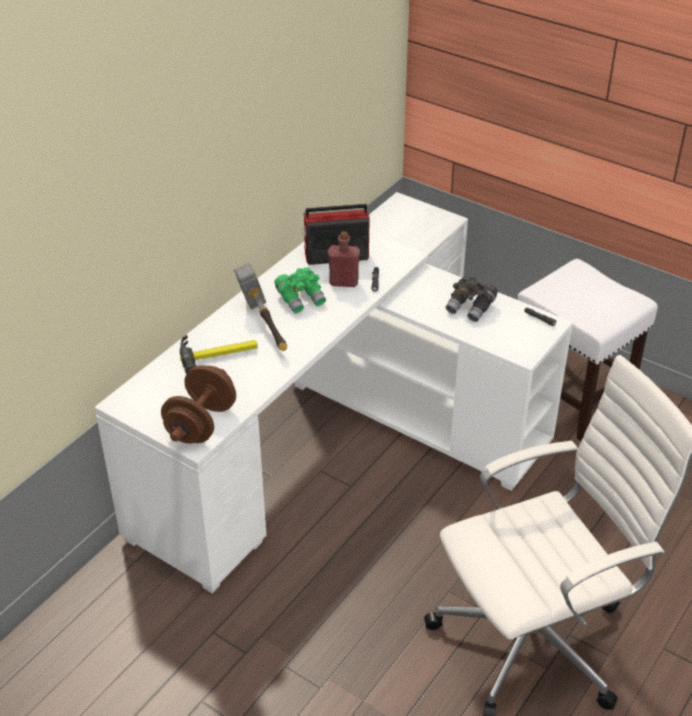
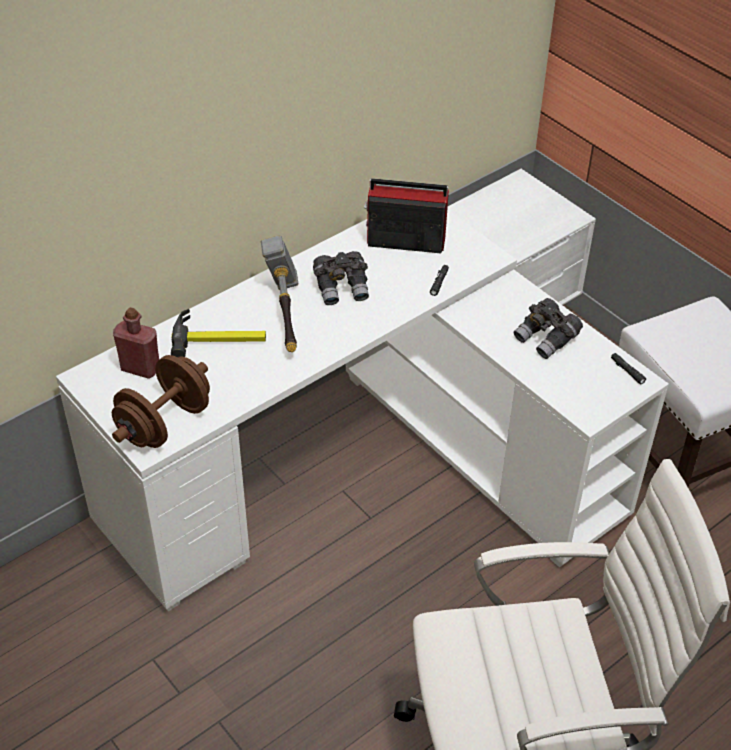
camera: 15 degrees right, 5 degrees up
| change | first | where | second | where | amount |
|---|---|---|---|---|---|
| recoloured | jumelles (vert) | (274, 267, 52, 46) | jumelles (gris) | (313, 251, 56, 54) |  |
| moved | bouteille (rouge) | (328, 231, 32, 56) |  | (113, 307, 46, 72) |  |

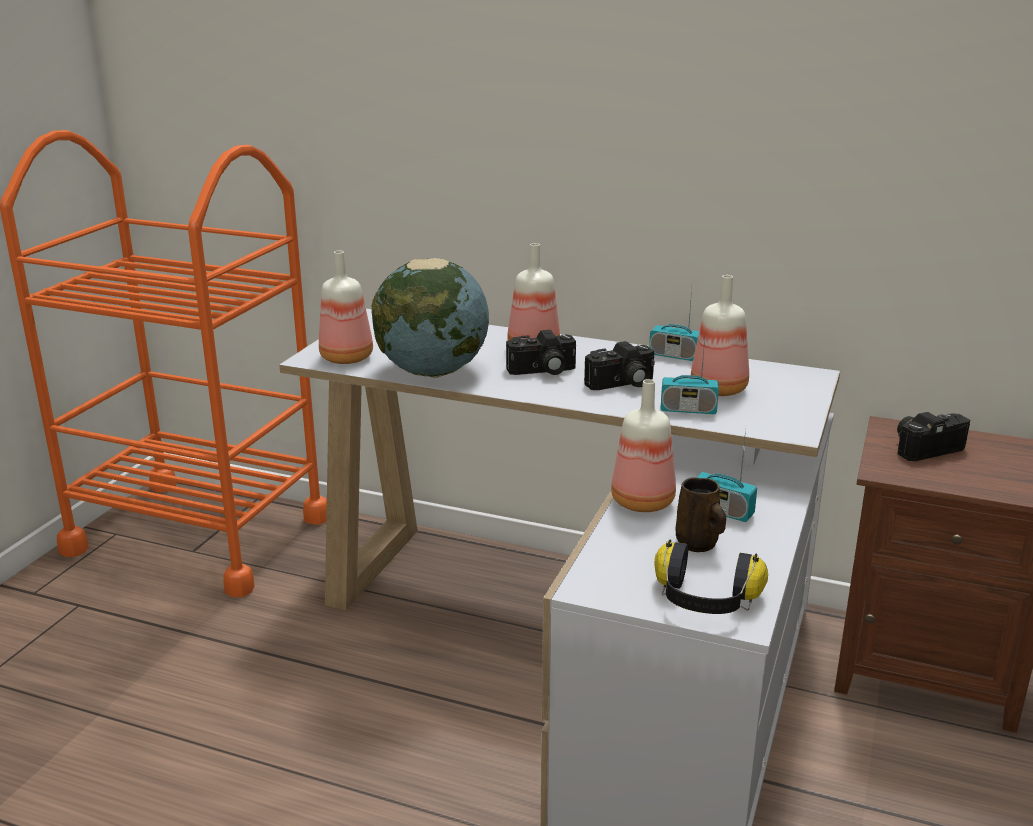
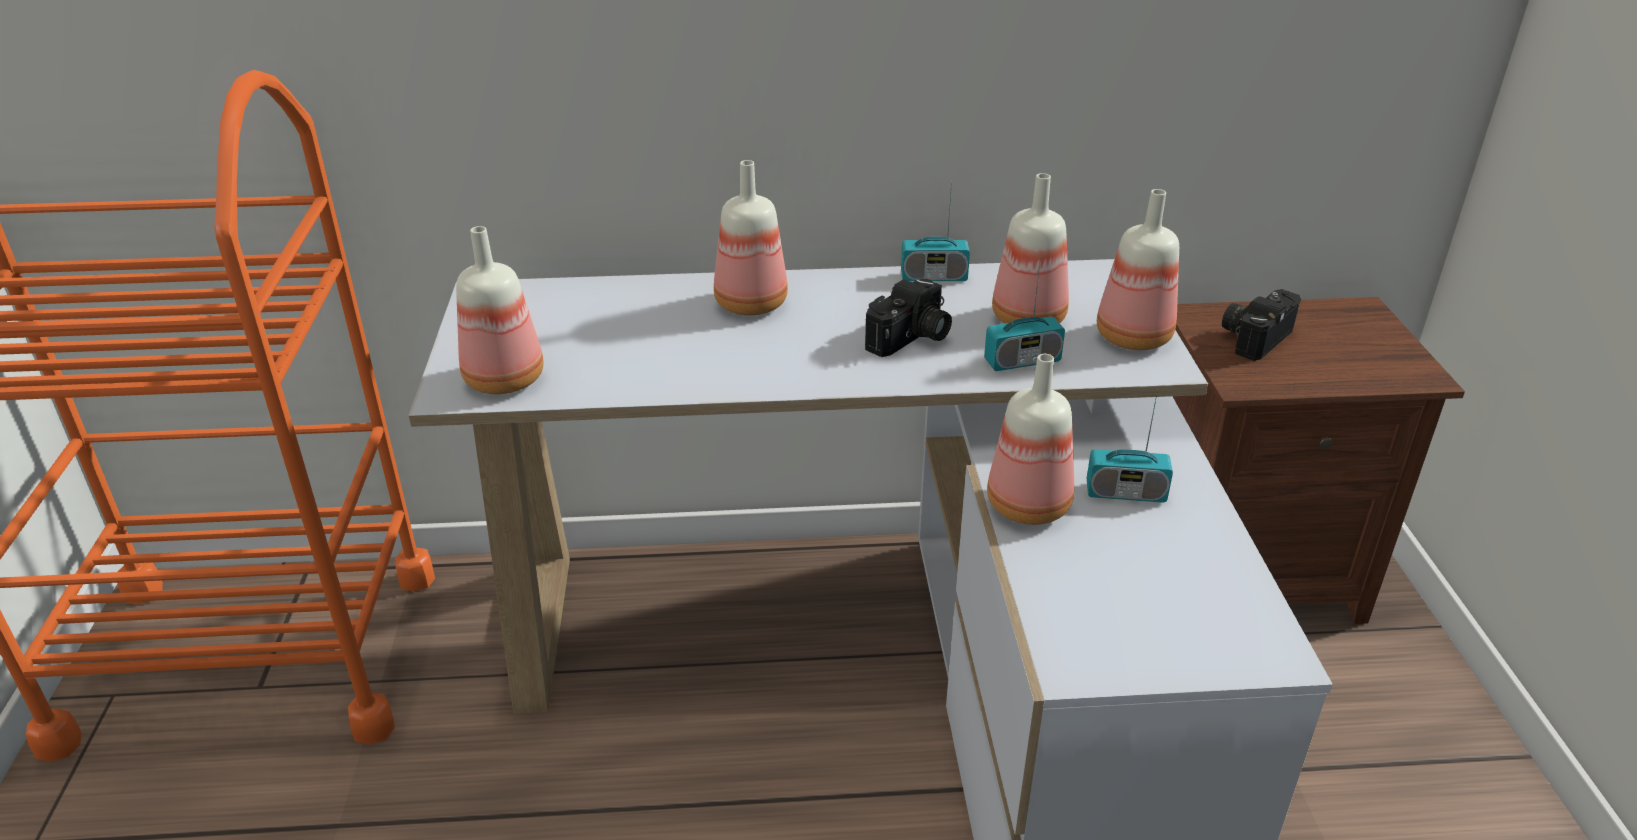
camera: 25 degrees left, 10 degrees up
| change | first | where | second | where | amount |
|---|---|---|---|---|---|
| removed | globe | (371, 258, 118, 120) |  |  |  |
| removed | appareil photo | (506, 330, 70, 45) |  |  |  |
| removed | casque audio | (654, 540, 114, 74) |  |  |  |
| removed | mug (marron) | (675, 477, 51, 75) |  |  |  |
| added |  |  | bouteille | (1097, 189, 82, 161) |  |

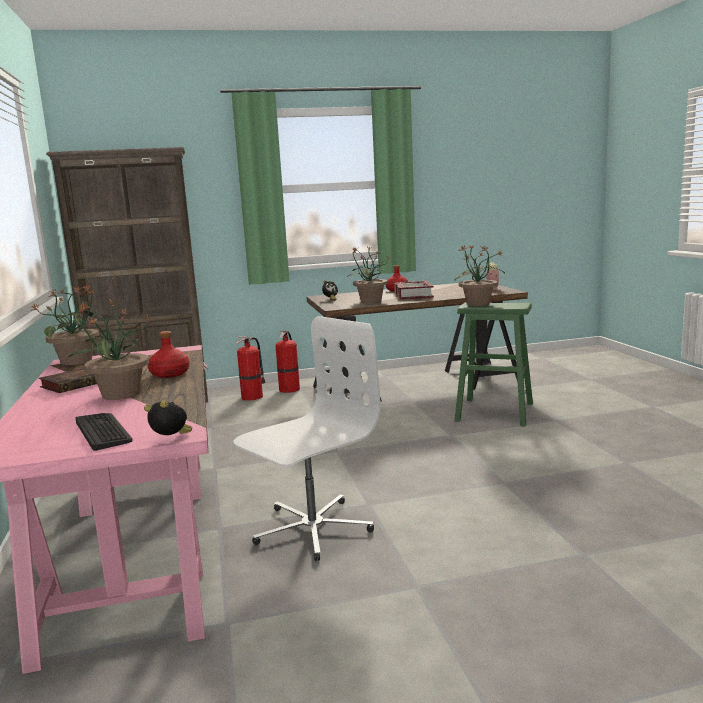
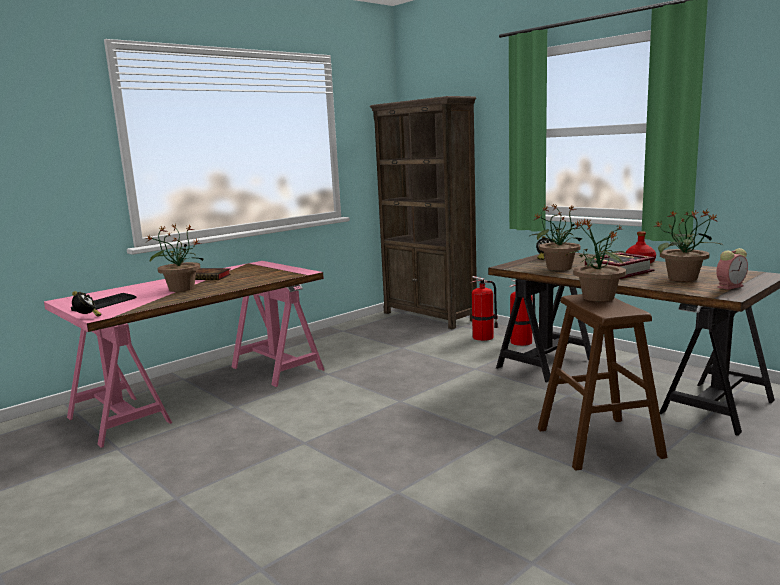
camera: 60 degrees right, 0 degrees up
| change | first | where | second | where | amount |
|---|---|---|---|---|---|
| moved | plante en pot | (30, 284, 82, 81) |  | (654, 210, 70, 71) |  |
| removed | bouteille (rouge) | (148, 331, 42, 47) |  |  |  |
| removed | chaise de bureau (blanc) | (233, 316, 148, 245) |  |  |  |
| recoloured | tabouret (vert) | (454, 302, 79, 125) | tabouret (marron) | (538, 294, 130, 177) |  |

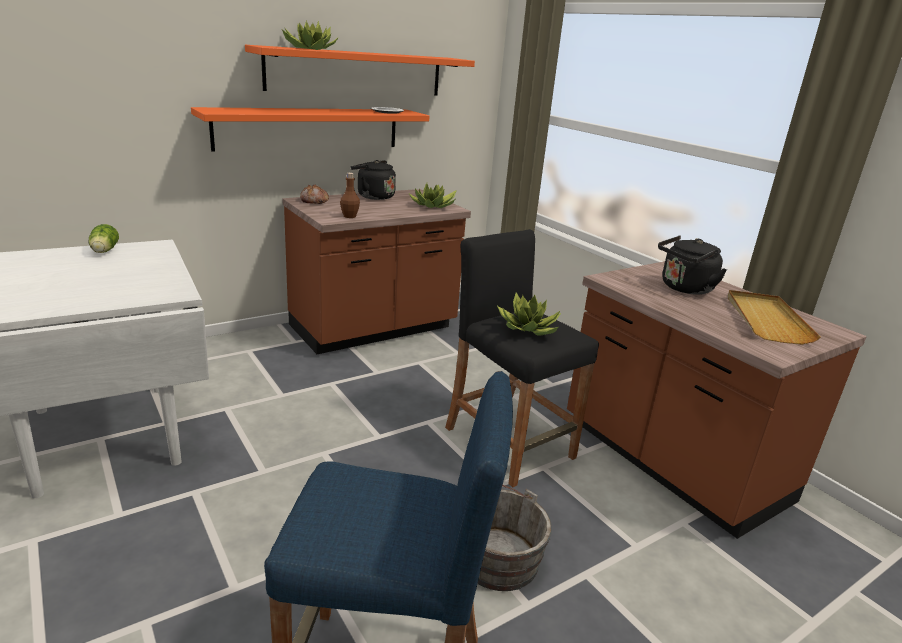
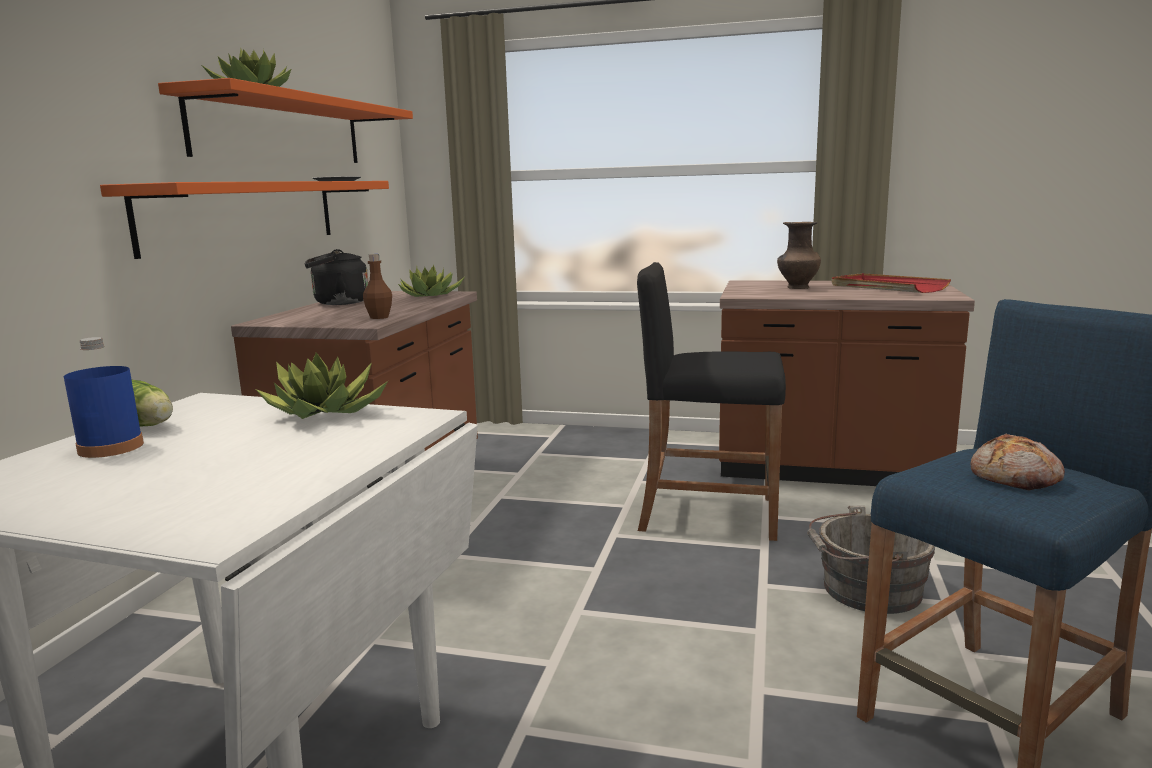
camera: 40 degrees left, 10 degrees down
| change | first | where | second | where | amount |
|---|---|---|---|---|---|
| moved | pain | (300, 185, 29, 19) |  | (970, 434, 95, 56) |  |
| moved | plante en pot | (497, 292, 64, 43) |  | (256, 352, 132, 67) |  |
| replaced | bouilloire (noir) | (658, 235, 69, 60) | vase (marron) | (777, 222, 44, 67) |  |
| recoloured | plateau (beige) | (728, 290, 93, 54) | plateau (rouge) | (831, 273, 120, 20) |  |
| added |  |  | bouteille (bleu) | (64, 337, 80, 121) |  |

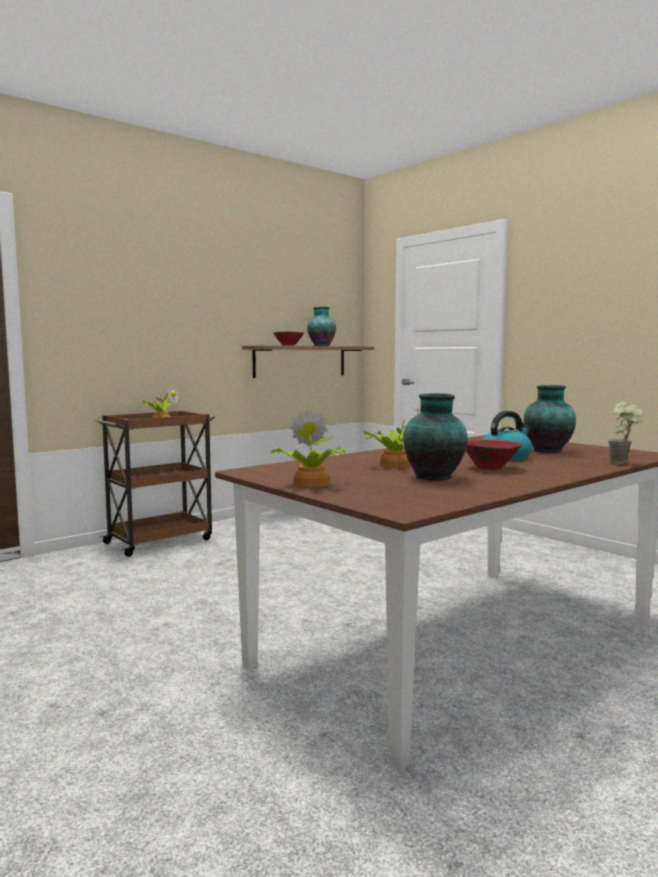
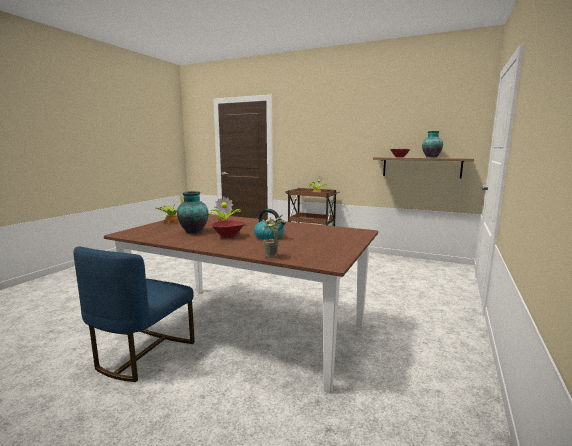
camera: 65 degrees right, 5 degrees up
| change | first | where | second | where | amount |
|---|---|---|---|---|---|
| removed | vase | (524, 385, 52, 68) |  |  |  |
| added |  |  | chaise (bleu) | (73, 246, 122, 136) |  |

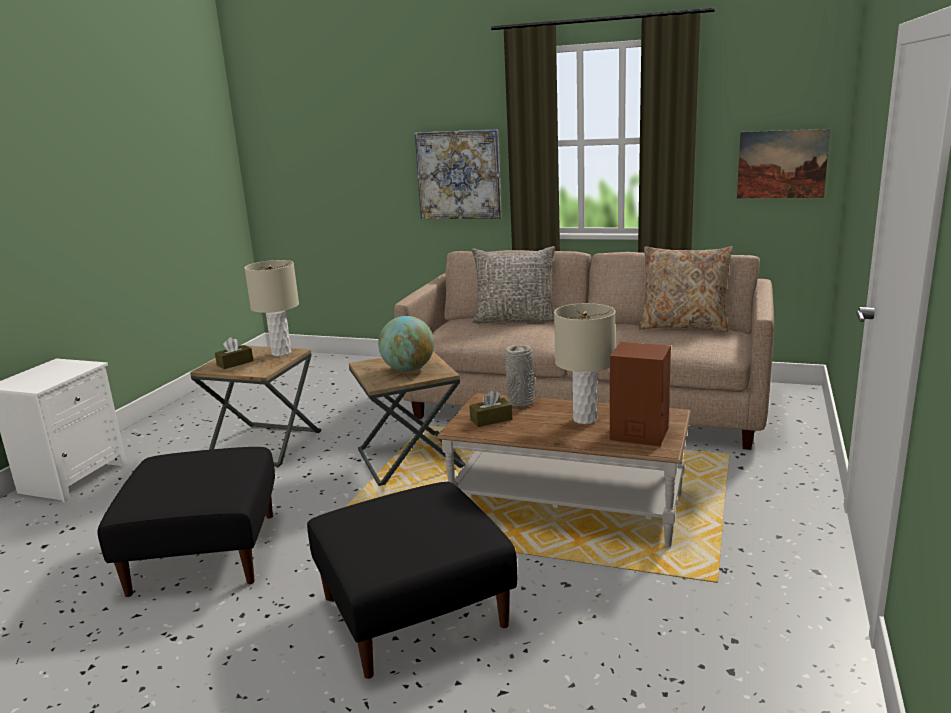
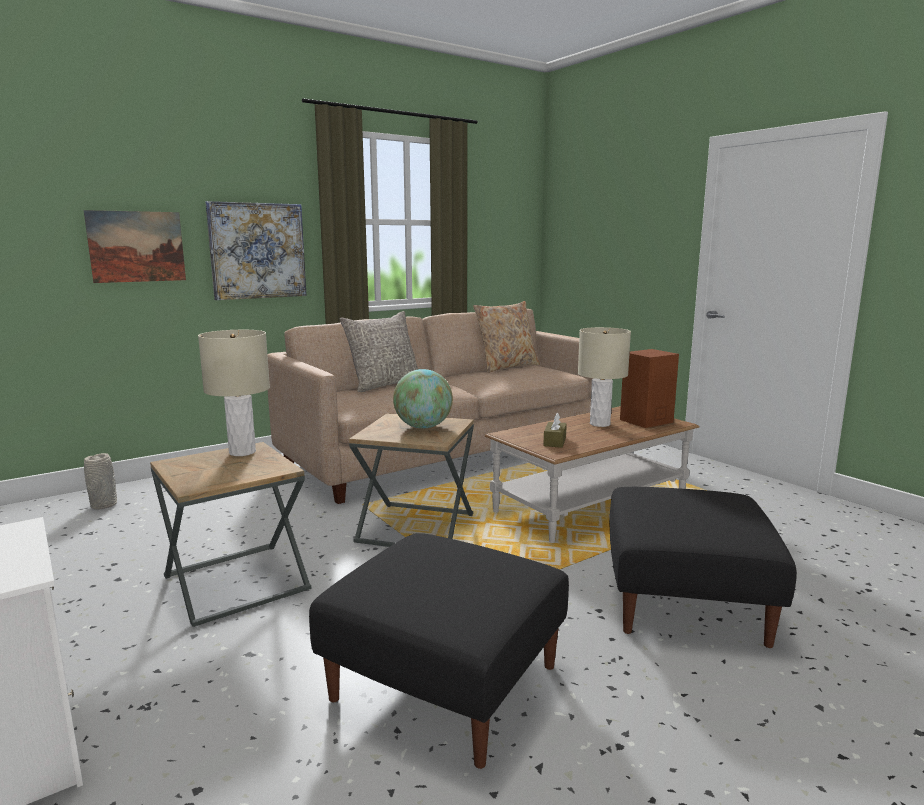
camera: 55 degrees left, 5 degrees down
| change | first | where | second | where | amount |
|---|---|---|---|---|---|
| removed | boîte à mouchoirs (marron) | (215, 337, 38, 32) |  |  |  |
| moved | vase (gris) | (505, 345, 30, 62) |  | (84, 453, 33, 57) |  |
| moved | tableau | (737, 129, 93, 69) |  | (84, 210, 102, 73) |  |

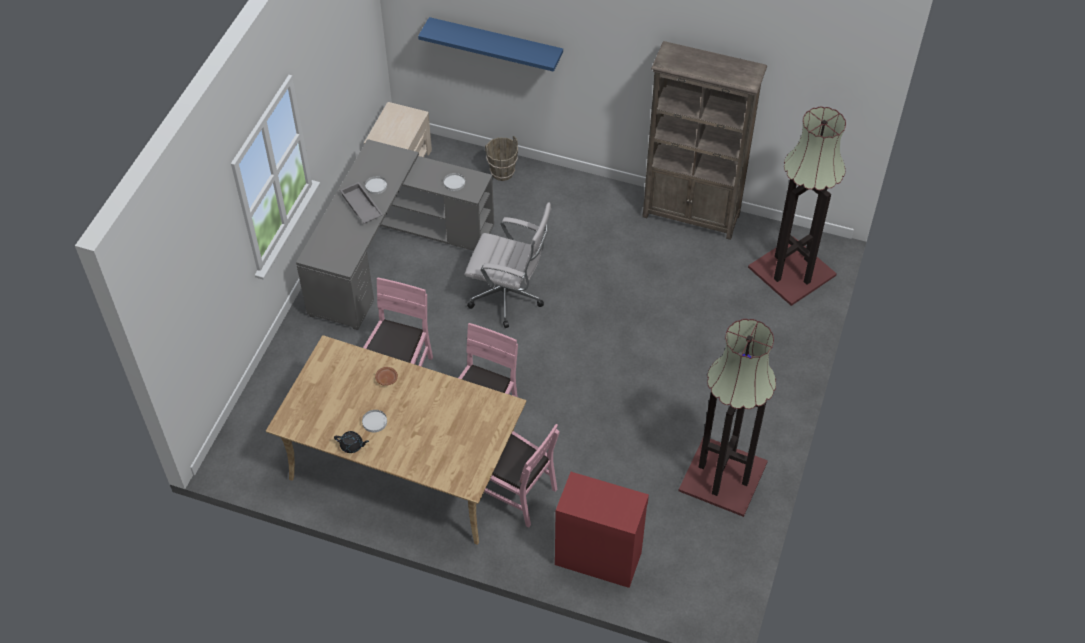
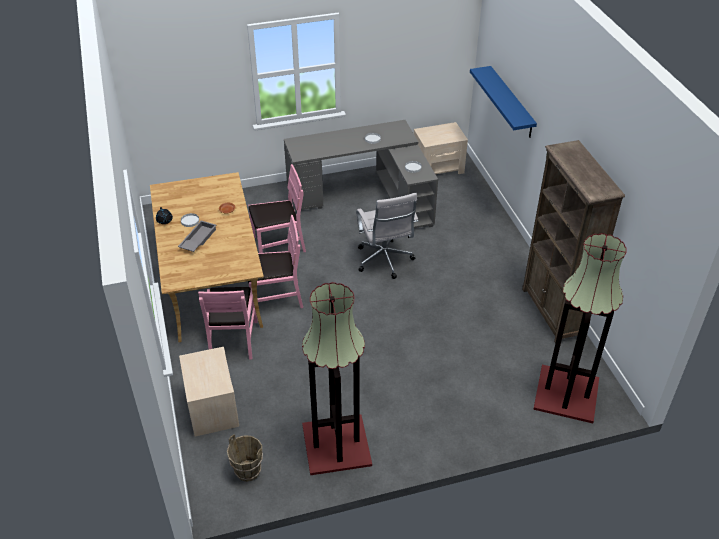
camera: 55 degrees right, 10 degrees down
| change | first | where | second | where | amount |
|---|---|---|---|---|---|
| moved | plateau (gris) | (340, 182, 43, 41) |  | (178, 221, 38, 31) |  |
| moved | seau (marron) | (485, 136, 33, 45) |  | (227, 434, 36, 48) |  |
| replaced | meuble de rangement (rouge) | (555, 472, 94, 116) | table de chevet (beige) | (179, 347, 60, 90) |  |

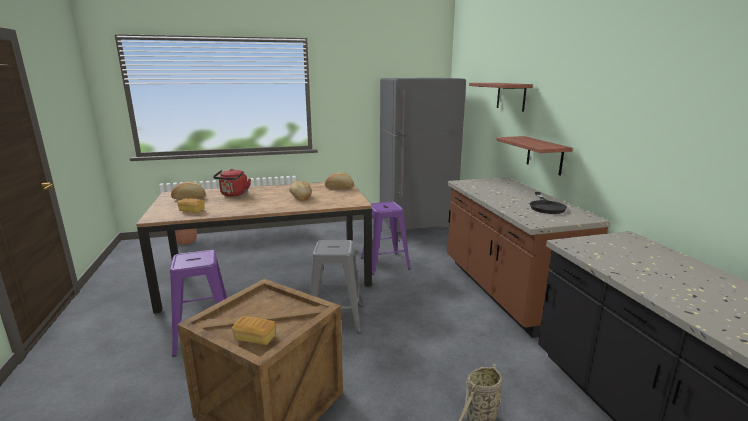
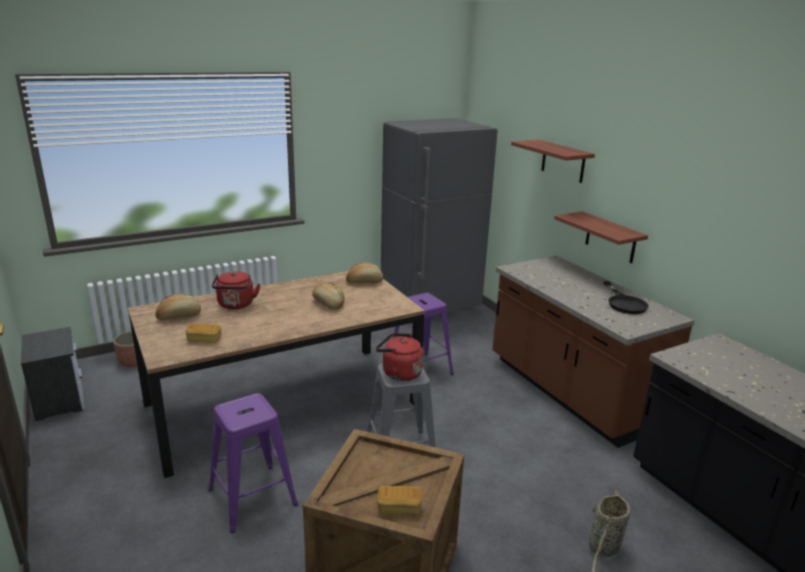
camera: 15 degrees left, 5 degrees up
| change | first | where | second | where | amount |
|---|---|---|---|---|---|
| added |  |  | table de chevet | (21, 327, 64, 94) |  |
| added |  |  | bouilloire (rouge) | (376, 333, 47, 48) |  |

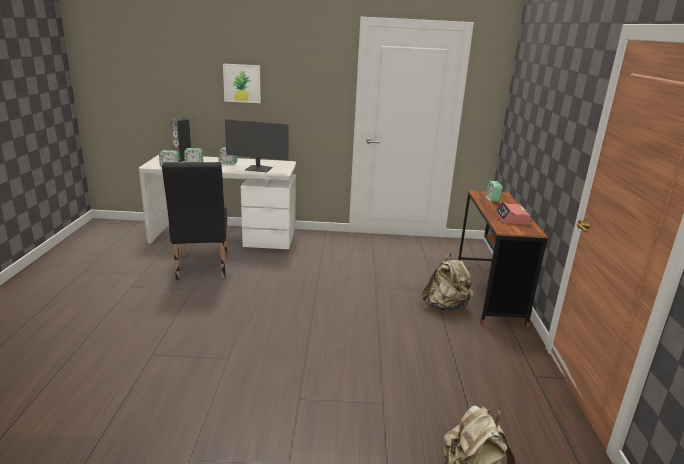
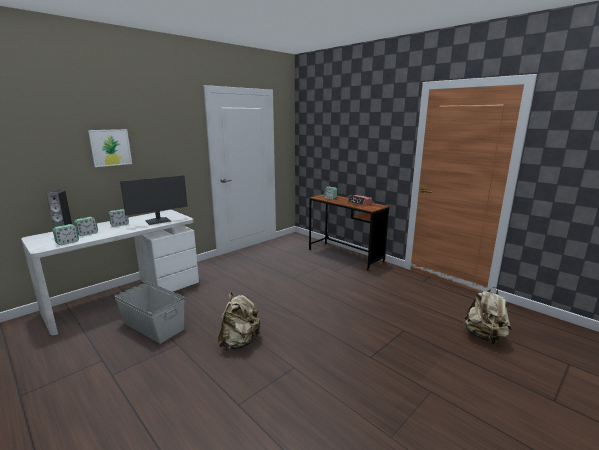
camera: 45 degrees left, 5 degrees down
| change | first | where | second | where | amount |
|---|---|---|---|---|---|
| replaced | chaise (noir) | (162, 162, 65, 118) | boîte de rangement (gris) | (115, 282, 70, 62) |  |
| moved | sac à dos (beige) | (422, 253, 51, 58) |  | (218, 292, 43, 58) |  |

